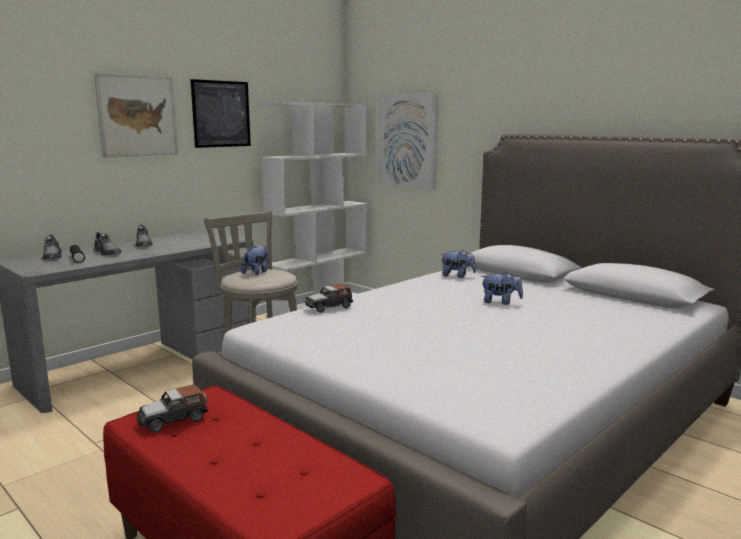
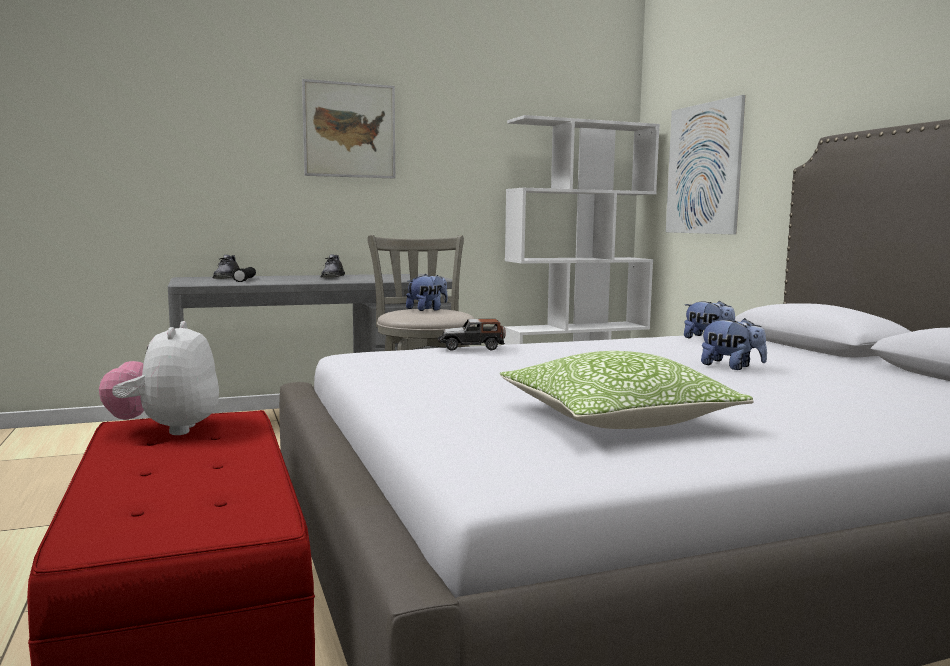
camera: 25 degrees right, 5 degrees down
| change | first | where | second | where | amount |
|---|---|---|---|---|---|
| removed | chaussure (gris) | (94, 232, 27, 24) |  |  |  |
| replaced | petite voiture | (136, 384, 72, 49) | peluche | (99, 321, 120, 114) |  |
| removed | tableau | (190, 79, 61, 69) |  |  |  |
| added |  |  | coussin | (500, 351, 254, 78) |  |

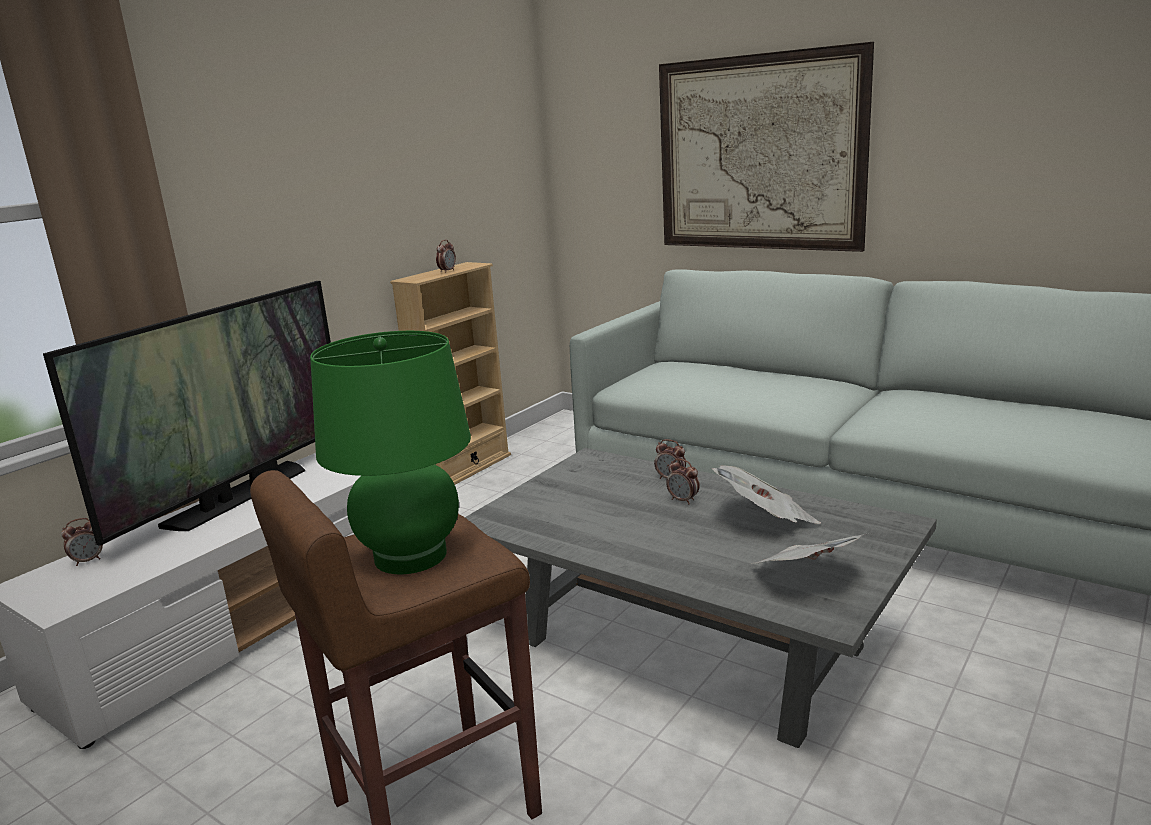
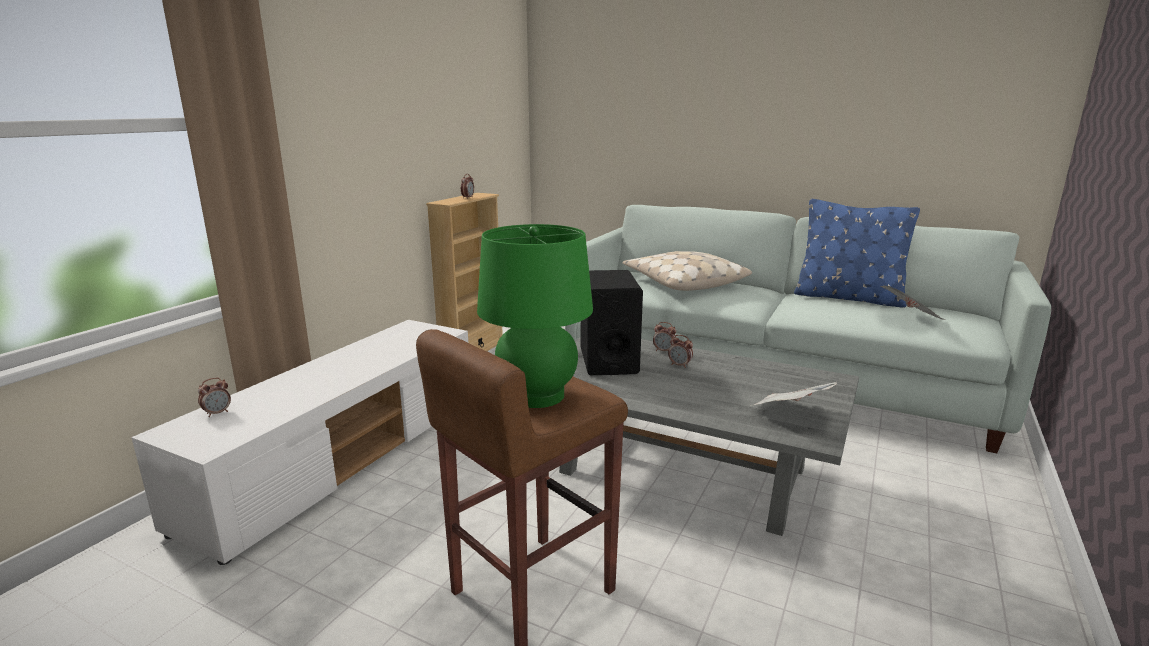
camera: 10 degrees left, 0 degrees up
| change | first | where | second | where | amount |
|---|---|---|---|---|---|
| removed | téléviseur | (43, 281, 288, 265) |  |  |  |
| removed | tableau | (659, 42, 215, 210) |  |  |  |
| moved | journal | (712, 466, 109, 58) |  | (880, 285, 66, 35) |  |
| added |  |  | enceinte (noir) | (580, 270, 63, 105) |  |
| added |  |  | coussin (beige) | (622, 251, 130, 40) |  |
| added |  |  | coussin (bleu) | (794, 199, 126, 109) |  |

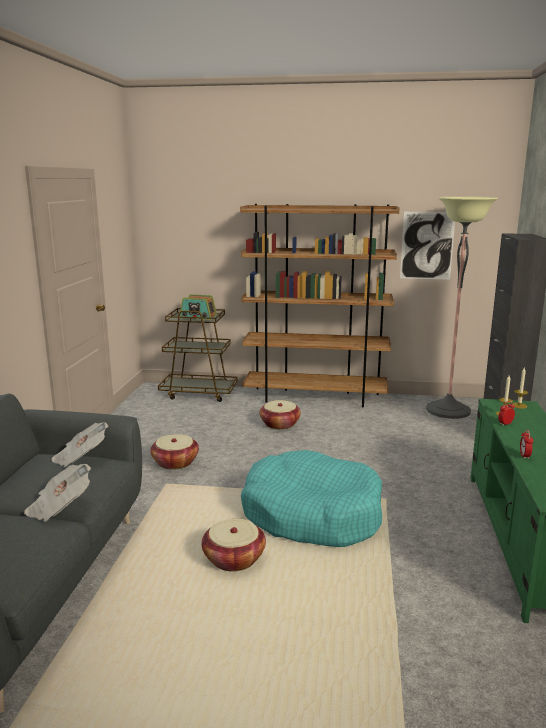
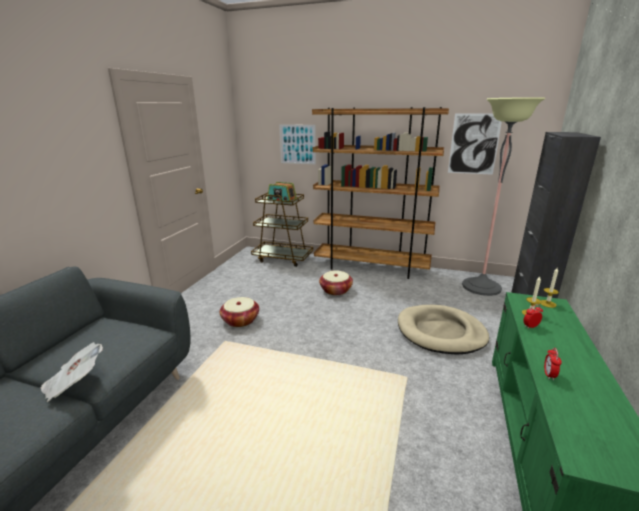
camera: 10 degrees right, 5 degrees up
| change | first | where | second | where | amount |
|---|---|---|---|---|---|
| removed | journal | (51, 422, 57, 45) |  |  |  |
| removed | panier | (202, 519, 64, 53) |  |  |  |
| removed | panier pour chien (turquoise) | (241, 450, 141, 97) |  |  |  |
| added |  |  | tableau | (279, 124, 37, 40) |  |
| added |  |  | panier pour chien (beige) | (398, 305, 91, 50) |  |

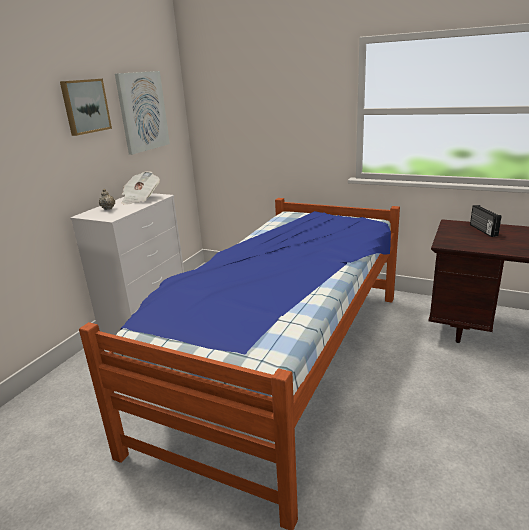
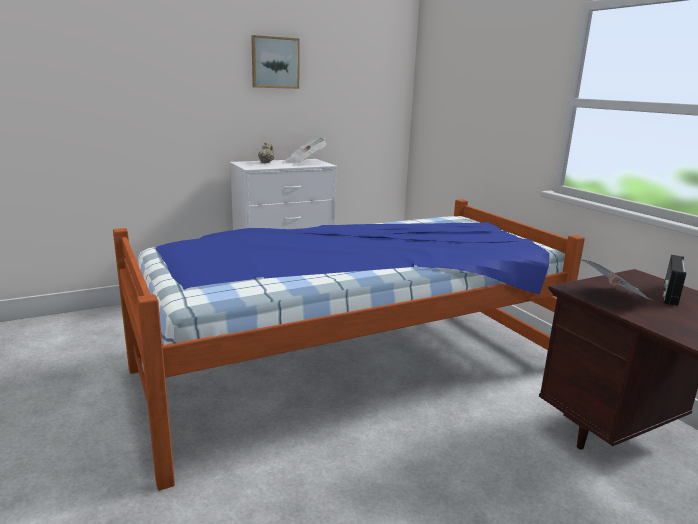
camera: 35 degrees right, 5 degrees down
| change | first | where | second | where | amount |
|---|---|---|---|---|---|
| removed | tableau | (115, 71, 55, 84) |  |  |  |
| added |  |  | journal | (579, 259, 73, 41) |  |

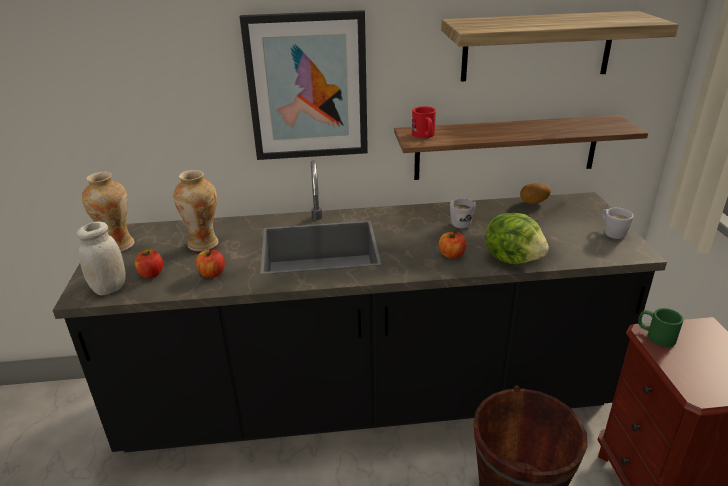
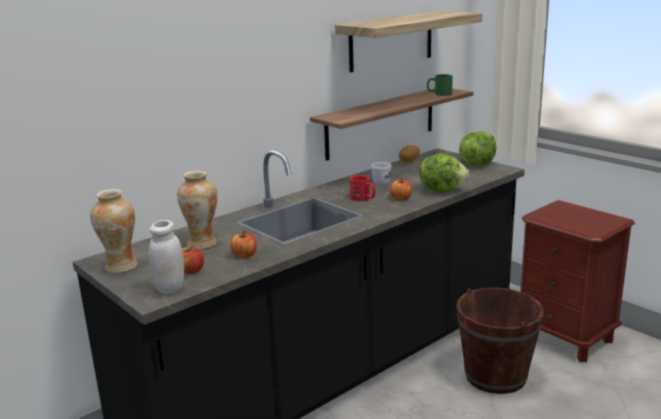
camera: 35 degrees left, 10 degrees down
| change | first | where | second | where | amount |
|---|---|---|---|---|---|
| removed | tableau | (239, 10, 129, 150) |  |  |  |
| moved | mug (rouge) | (412, 106, 24, 32) |  | (350, 175, 25, 26) |  |
| replaced | mug (blanc) | (602, 208, 32, 31) | laitue | (459, 132, 37, 34) |  |
| moved | mug (vert) | (638, 308, 46, 39) |  | (427, 74, 26, 22) |  |

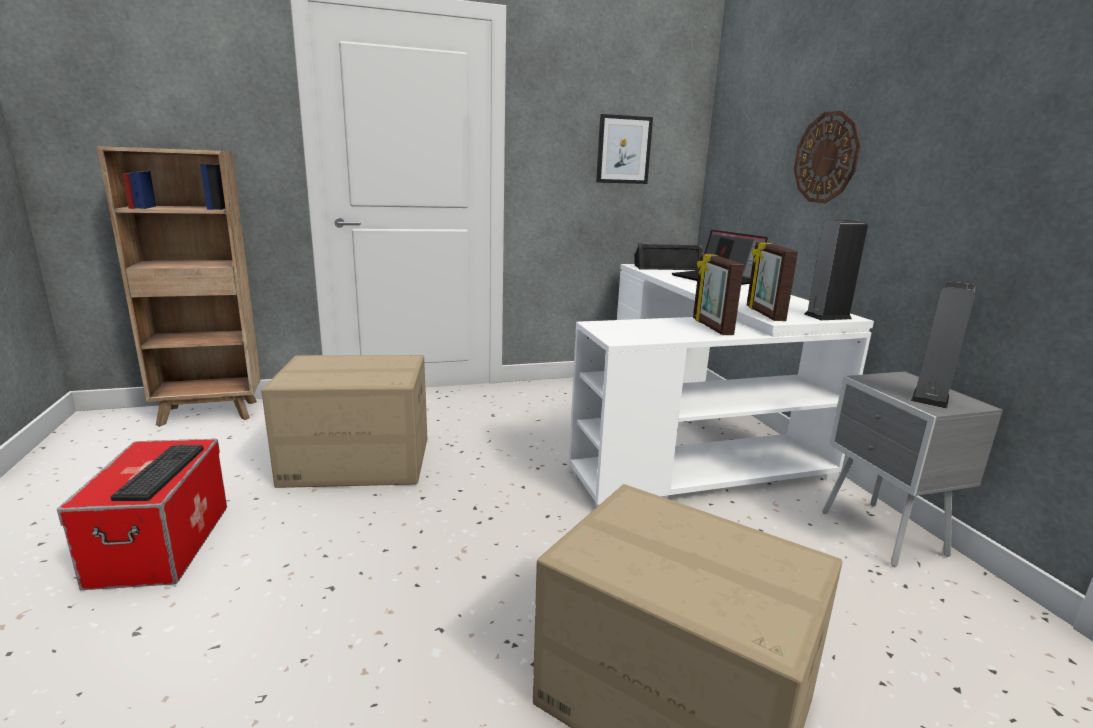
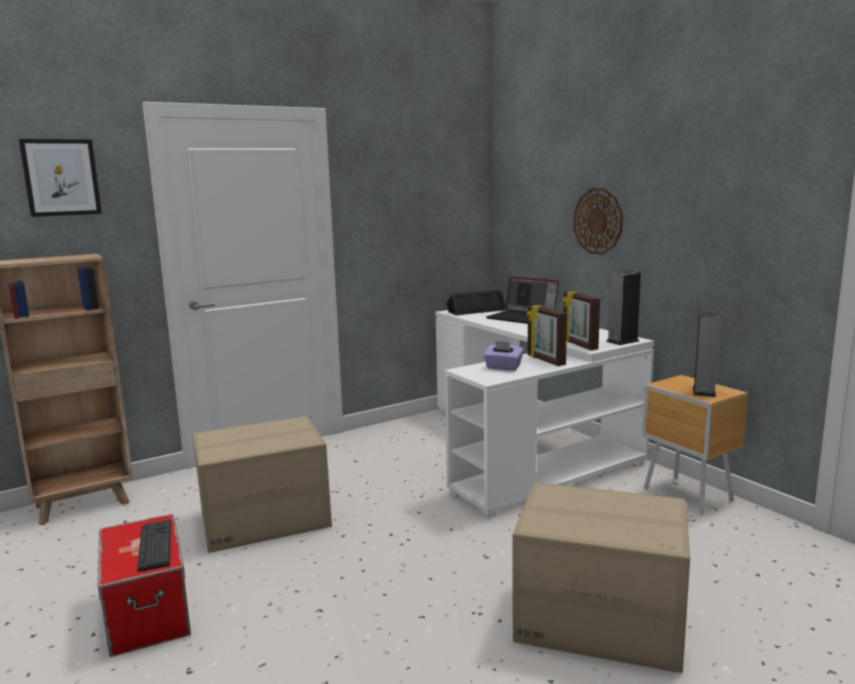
camera: 15 degrees left, 5 degrees down
| change | first | where | second | where | amount |
|---|---|---|---|---|---|
| moved | tableau | (596, 114, 57, 70) |  | (19, 139, 83, 78) |  |
| recoloured | table de chevet (gris) | (822, 371, 181, 196) | table de chevet (marron) | (642, 375, 106, 140) |  |
| added |  |  | boîte à mouchoirs (violet) | (483, 341, 41, 30) |  |

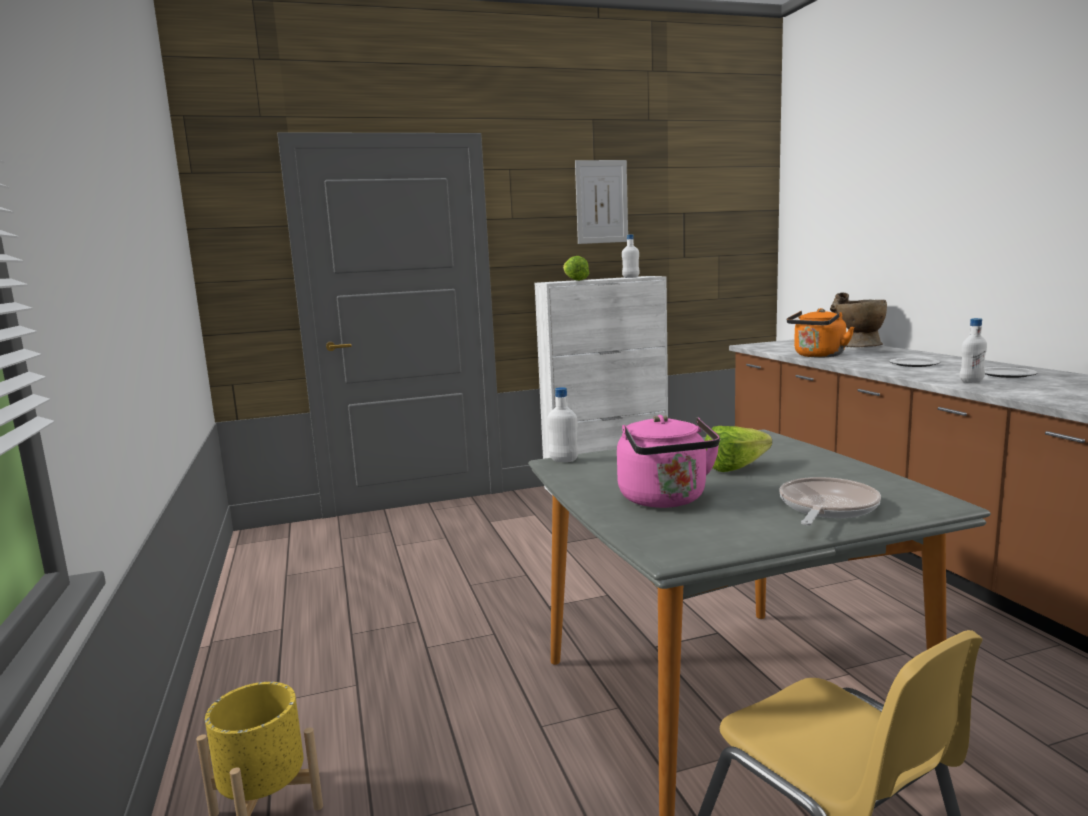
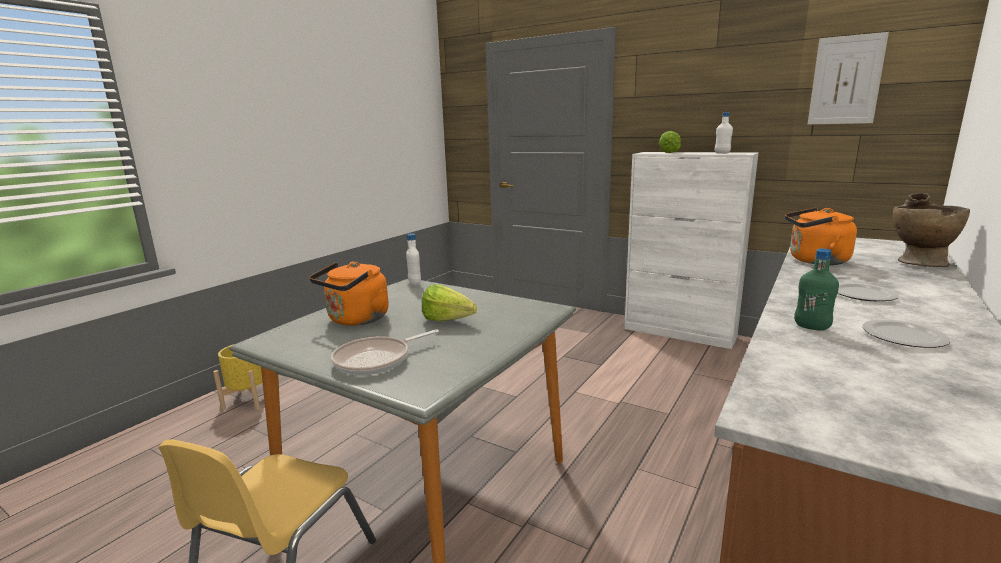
camera: 50 degrees right, 5 degrees up
| change | first | where | second | where | amount |
|---|---|---|---|---|---|
| moved | tableau | (575, 160, 53, 84) |  | (808, 32, 81, 92) |  |
| recoloured | bouilloire (rose) | (617, 415, 103, 93) | bouilloire (orange) | (309, 262, 80, 64) |  |
| turned | poêle | (779, 477, 102, 48) |  | (331, 330, 108, 45) | 150 degrees clockwise |
| recoloured | bouteille (blanc) | (960, 318, 27, 65) | bouteille (vert) | (794, 249, 45, 82) |  |

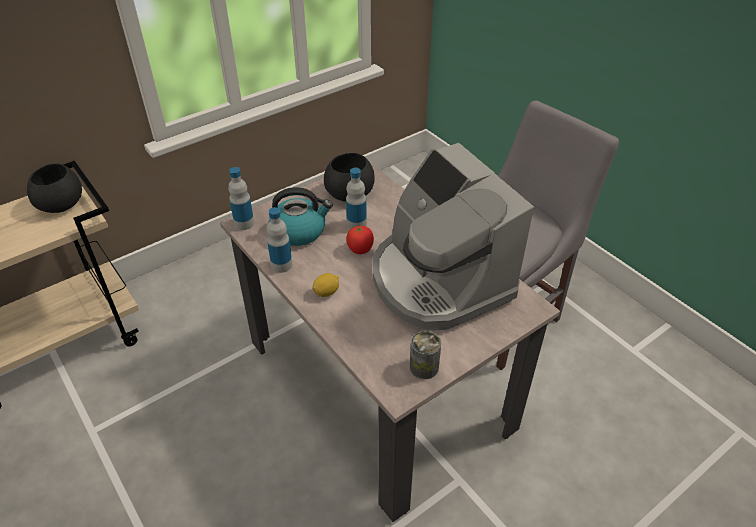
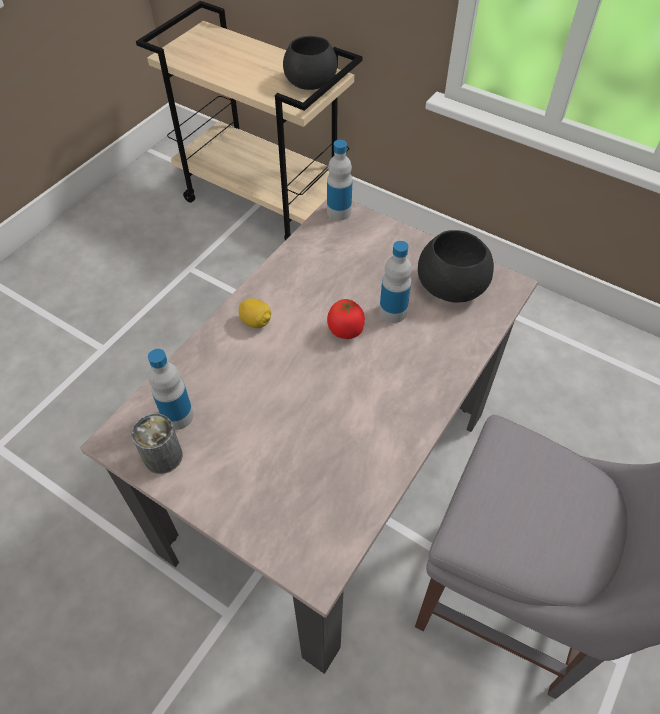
camera: 70 degrees right, 10 degrees up
| change | first | where | second | where | amount |
|---|---|---|---|---|---|
| moved | bouteille | (267, 207, 25, 66) |  | (148, 349, 46, 81) |  |
| removed | bouilloire | (269, 187, 64, 59) |  |  |  |
| removed | machine à café | (373, 143, 161, 188) |  |  |  |

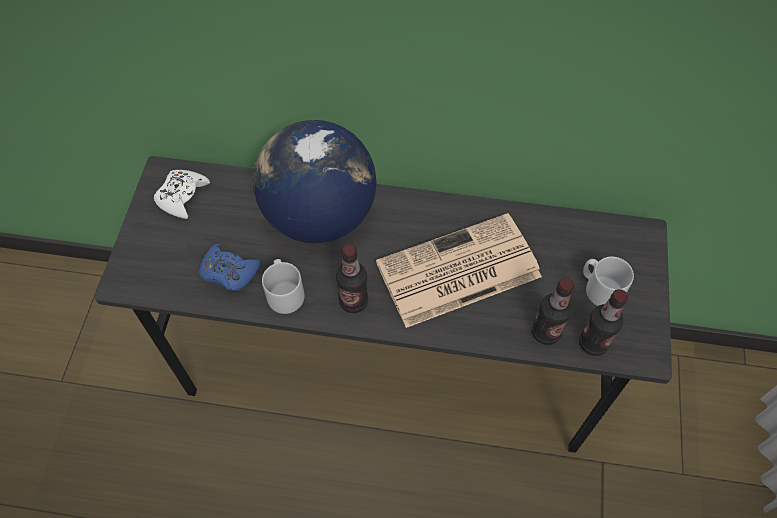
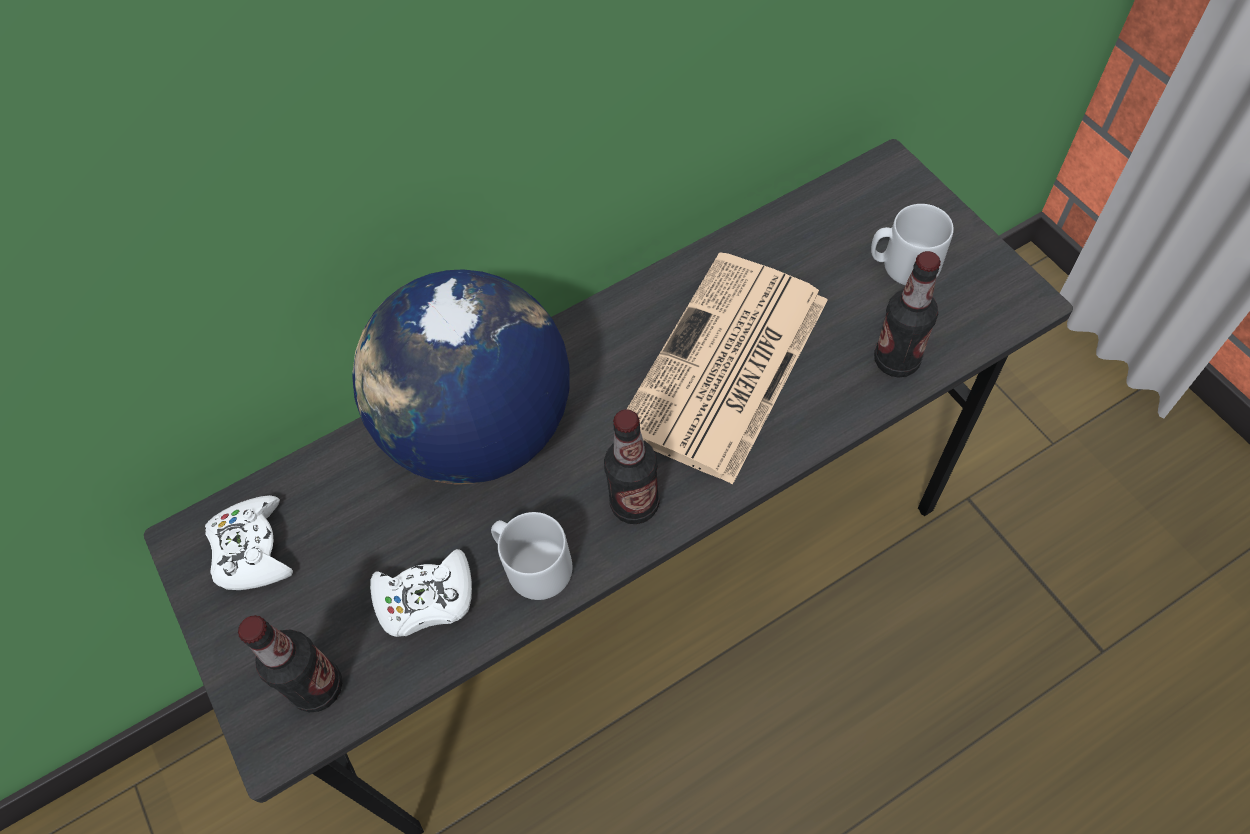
camera: 35 degrees left, 0 degrees up
| change | first | where | second | where | amount |
|---|---|---|---|---|---|
| recoloured | manette (bleu) | (199, 243, 62, 48) | manette (blanc) | (370, 549, 102, 88) |  |
| moved | bouteille | (579, 289, 49, 67) |  | (238, 615, 104, 97) |  |

